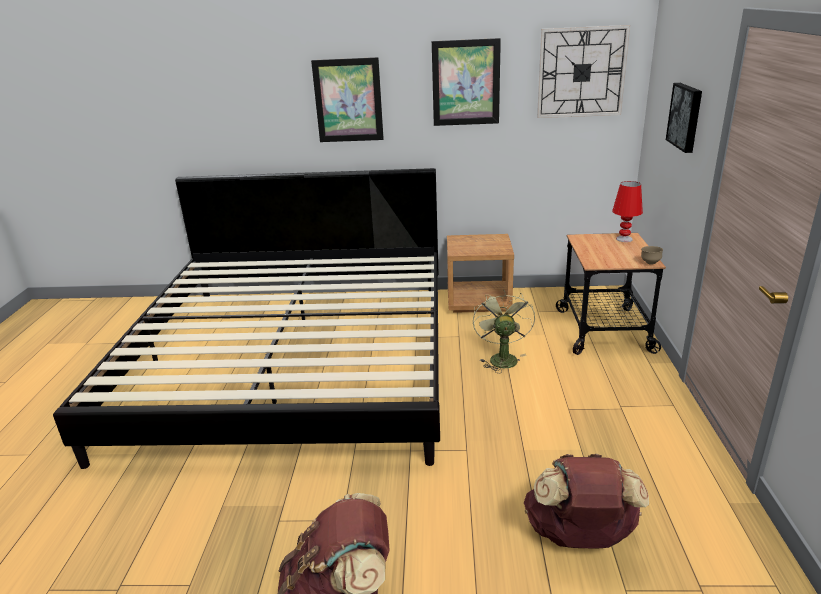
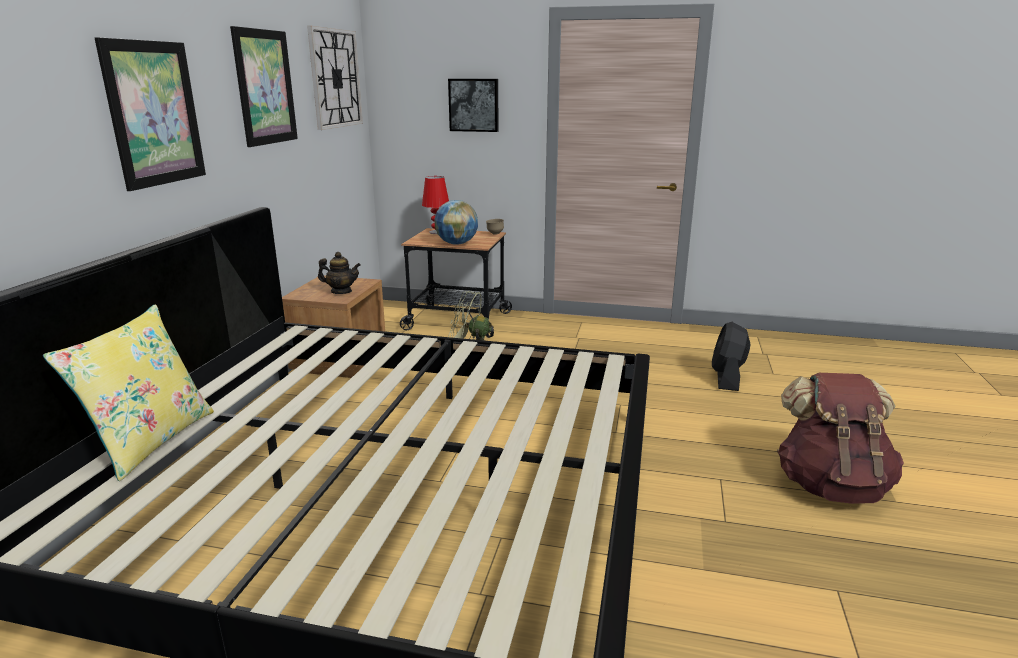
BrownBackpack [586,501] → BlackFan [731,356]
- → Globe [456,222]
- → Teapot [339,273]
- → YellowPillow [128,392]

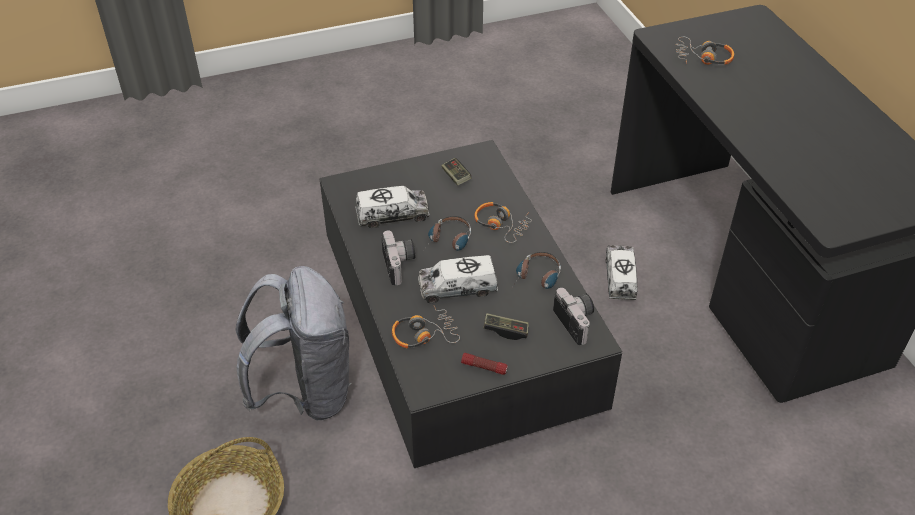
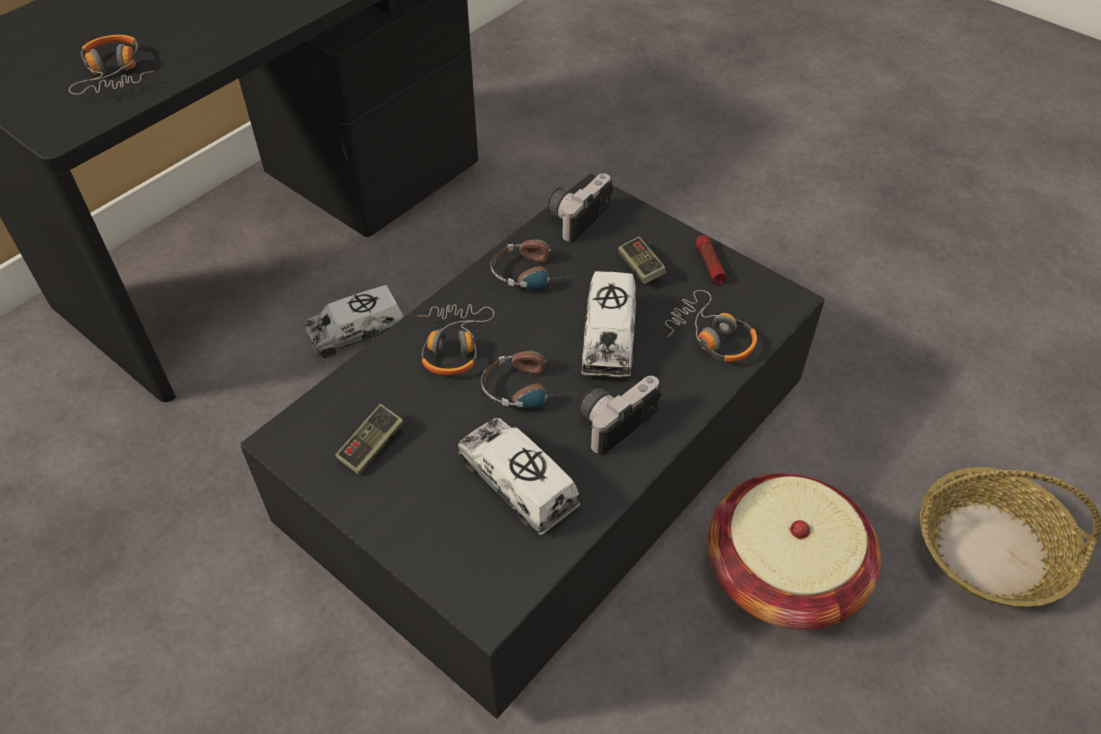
ToyTruck [458,279] → ToyTruck [608,324], 45 degrees clockwise
GreyBackpack [293,343] → Basket [794,551]

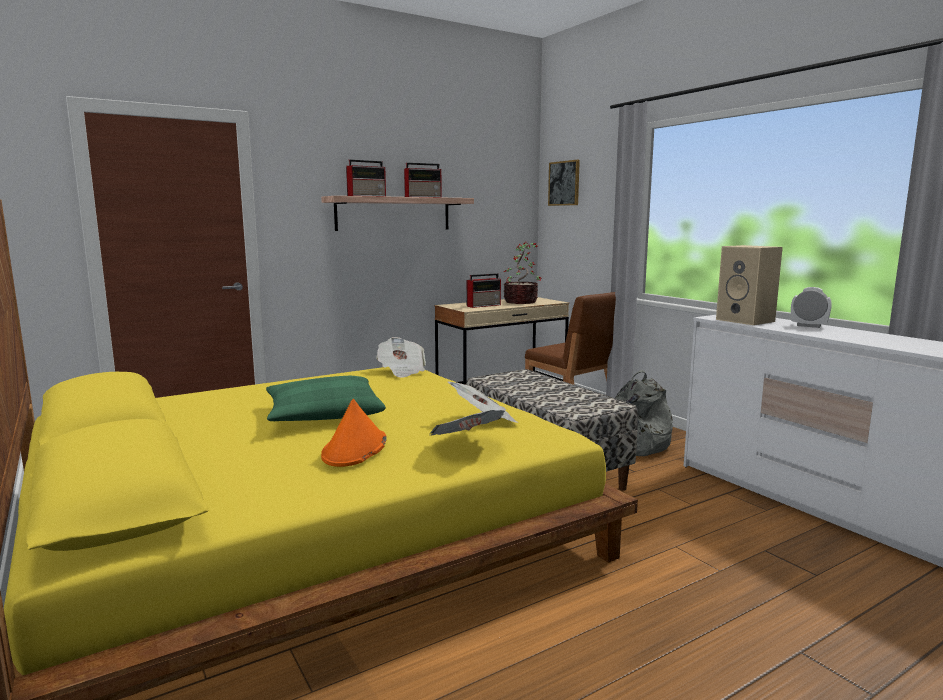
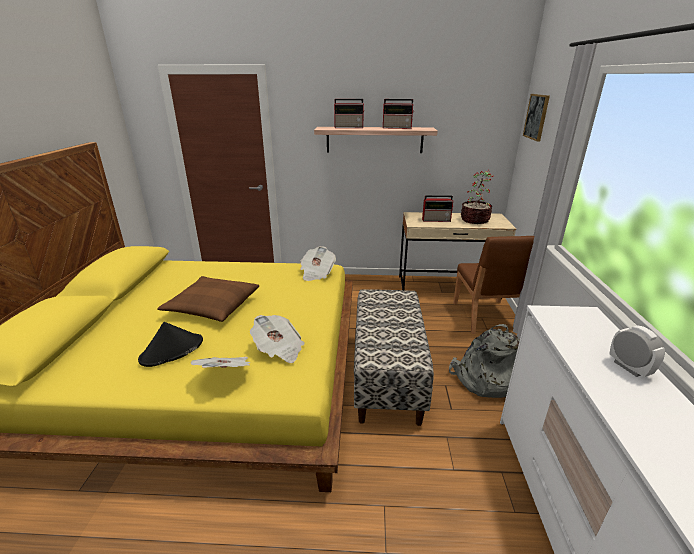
BeigeSpeaker [749,285] → -
GreenPillow [326,398] → BrownPillow [208,299]
OrangeHat [354,433] → BlackHat [170,344]

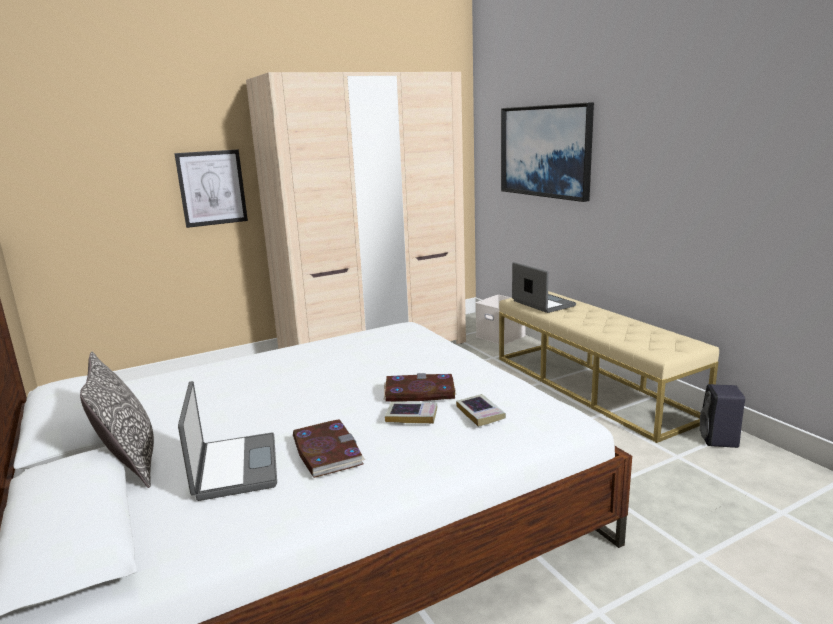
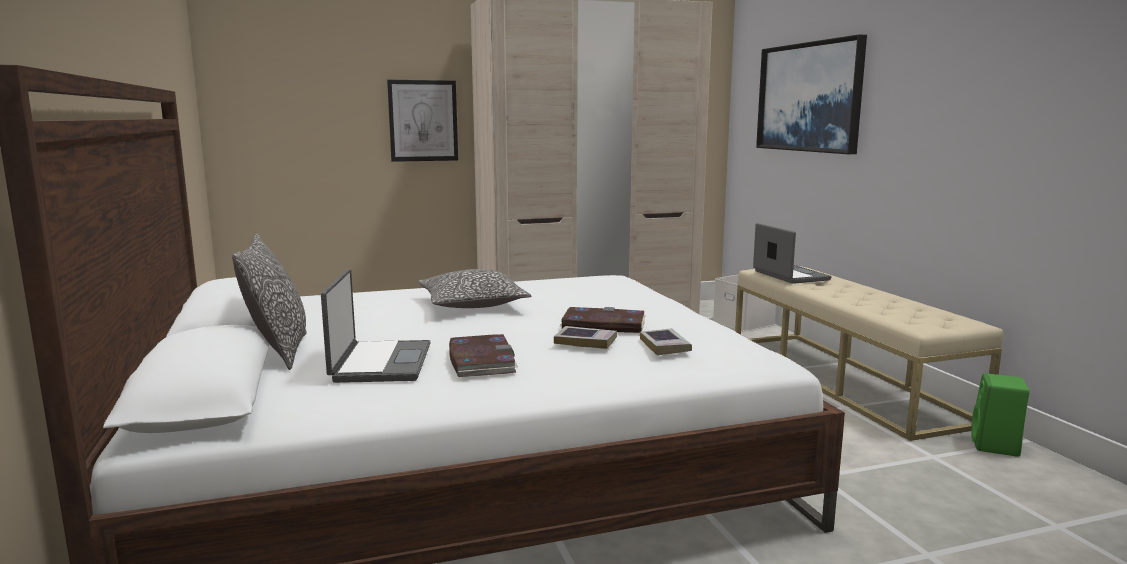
BlackSpeaker [722,416] → GreenSpeaker [1000,415]
- → Pillow [475,288]

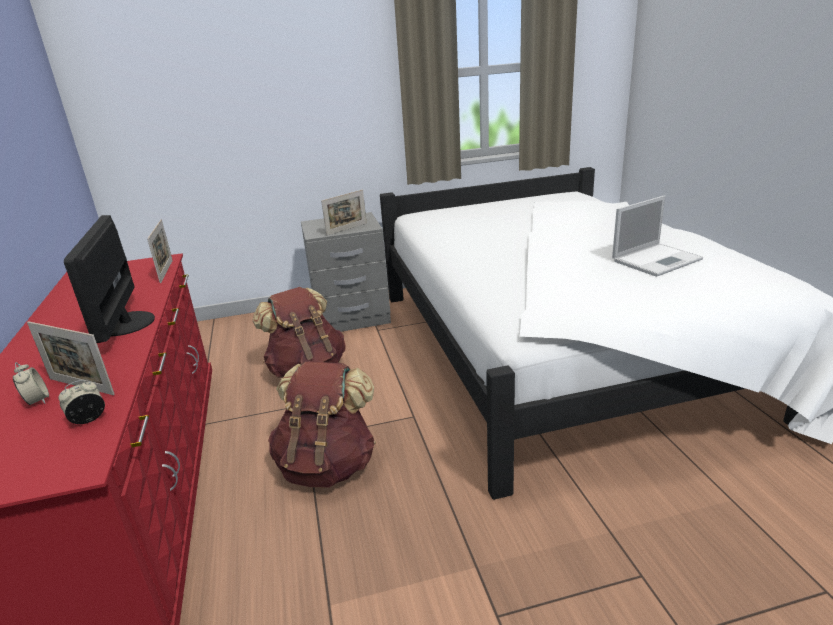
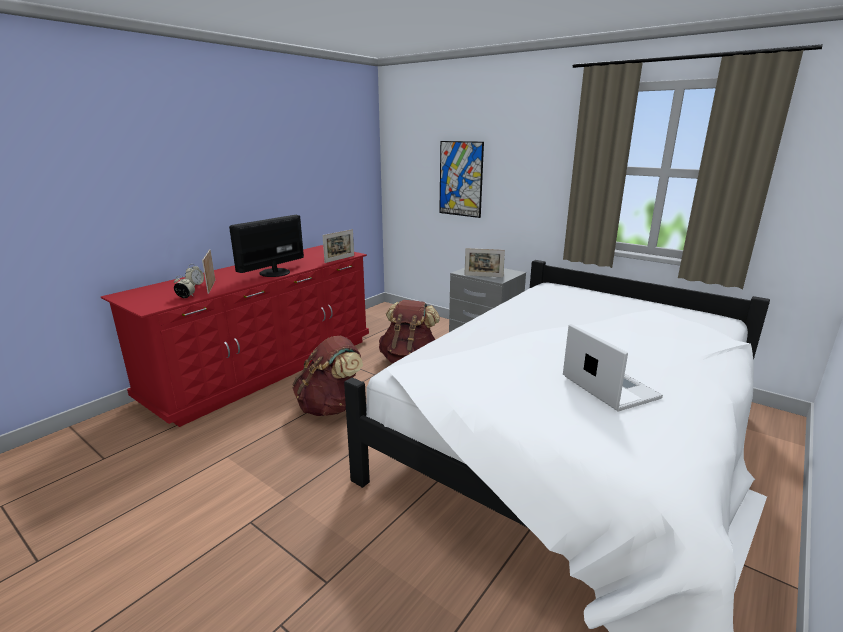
Laptop [657,236] → Laptop [613,368], 135 degrees counterclockwise
- → Picture [461,179]

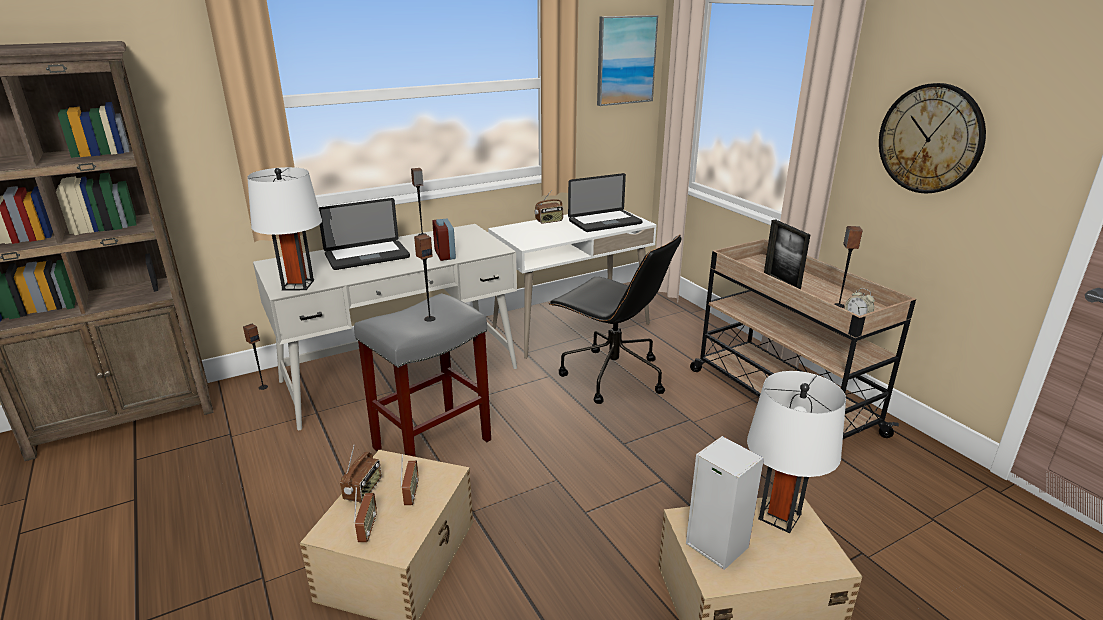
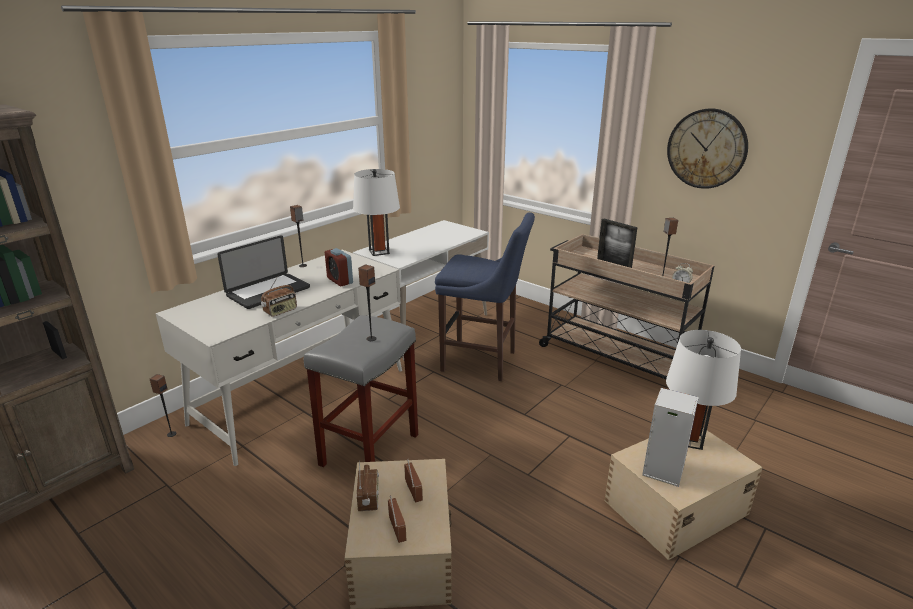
Picture [627,60] → -
WhiteTableLamp [284,228] → WhiteTableLamp [376,212], relocated
Laptop [605,202] → -
Radio [548,207] → Radio [279,296], relocated
BlackOfficeChair [615,319] → BlueStool [485,296]

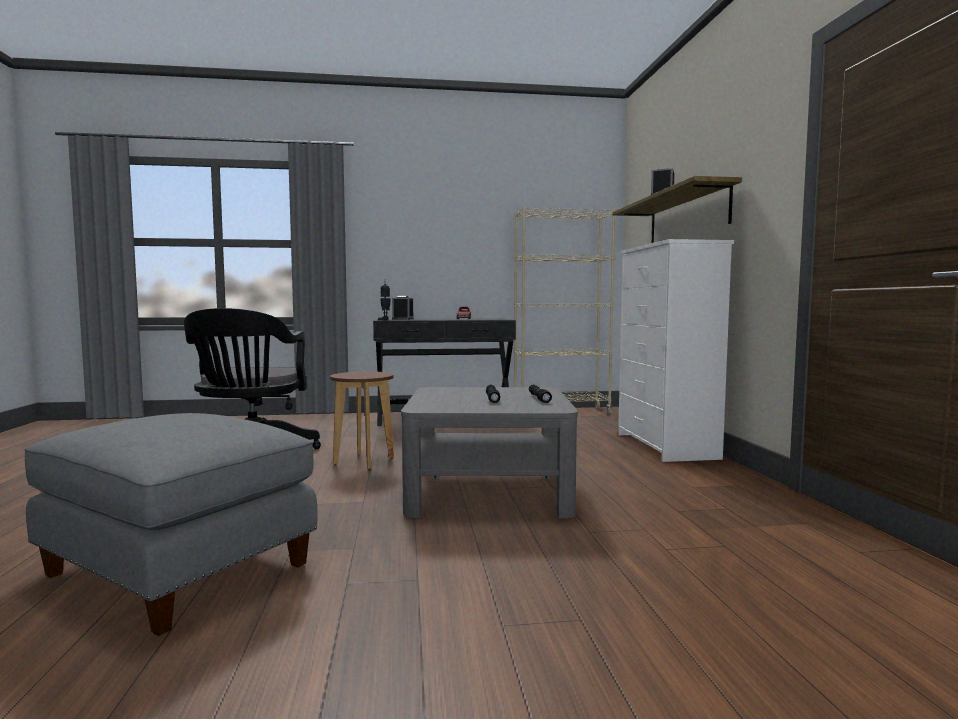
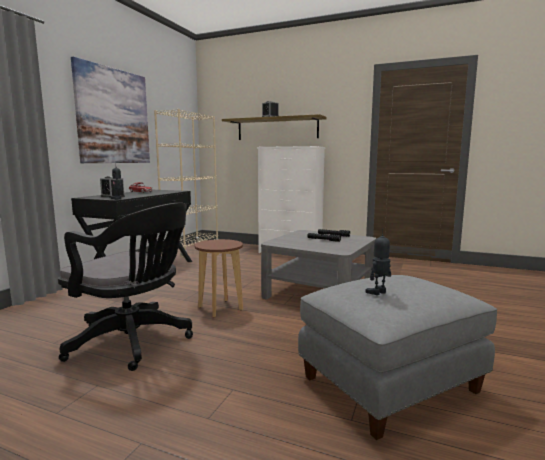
- → Picture [110,110]
- → ToyRobot [378,261]

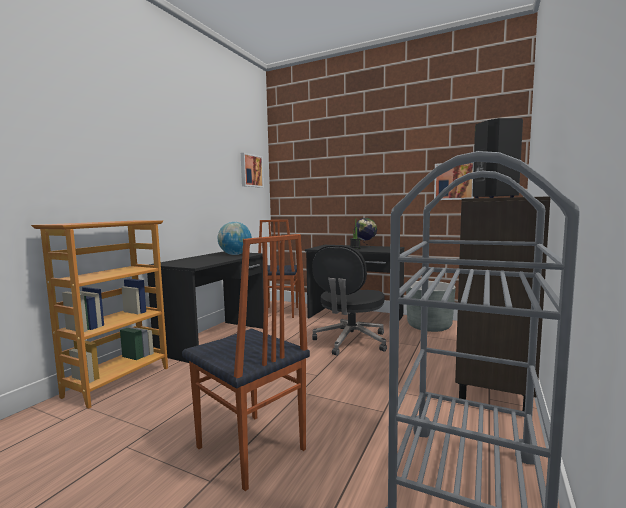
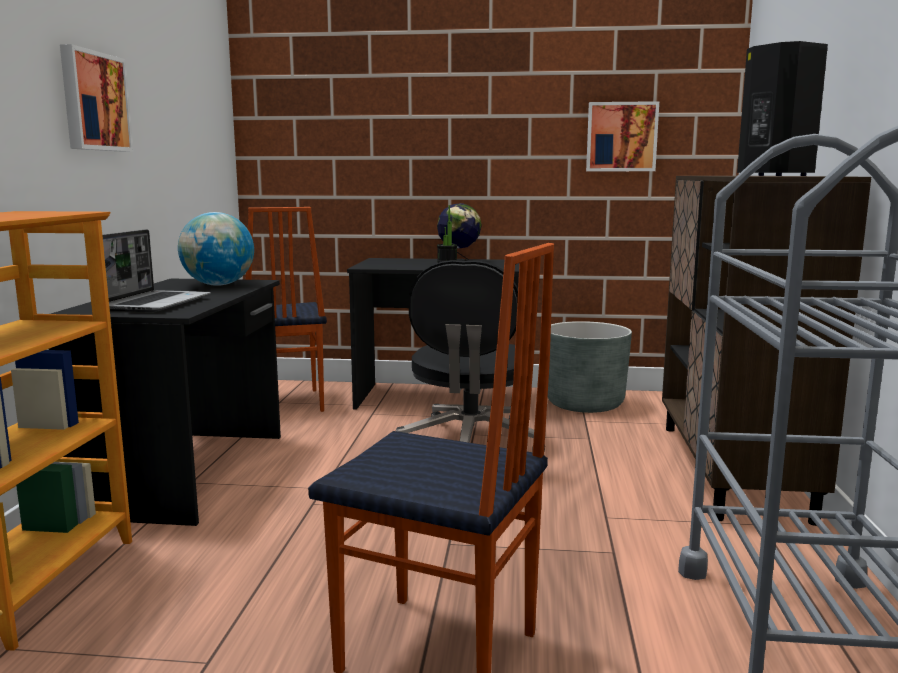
Picture [252,170] → Picture [97,98], relocated
- → Laptop [156,270]

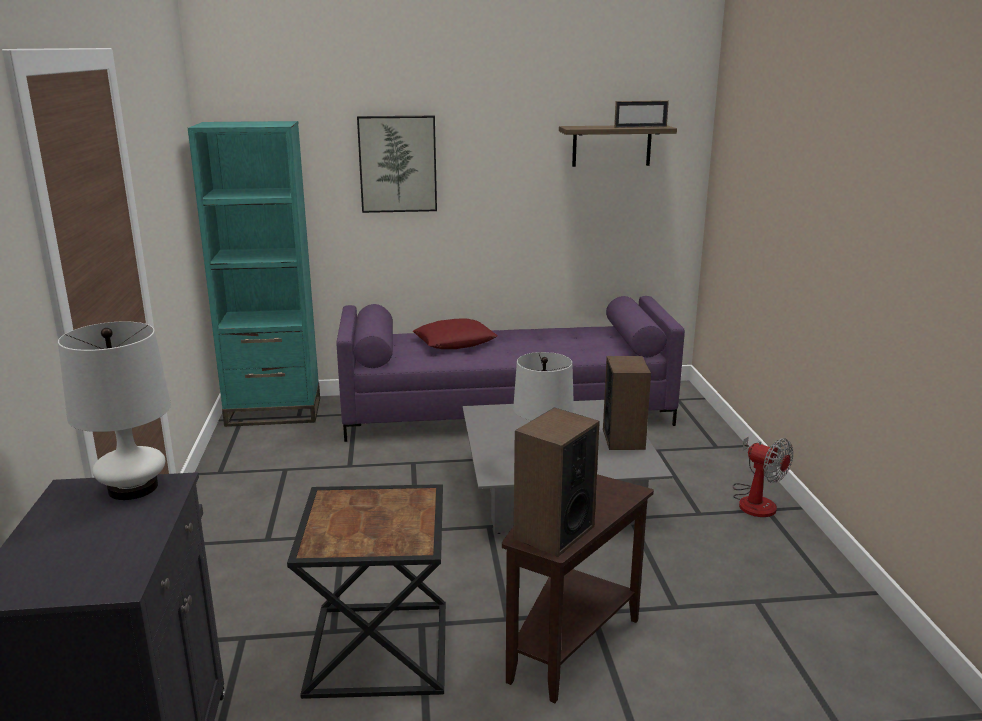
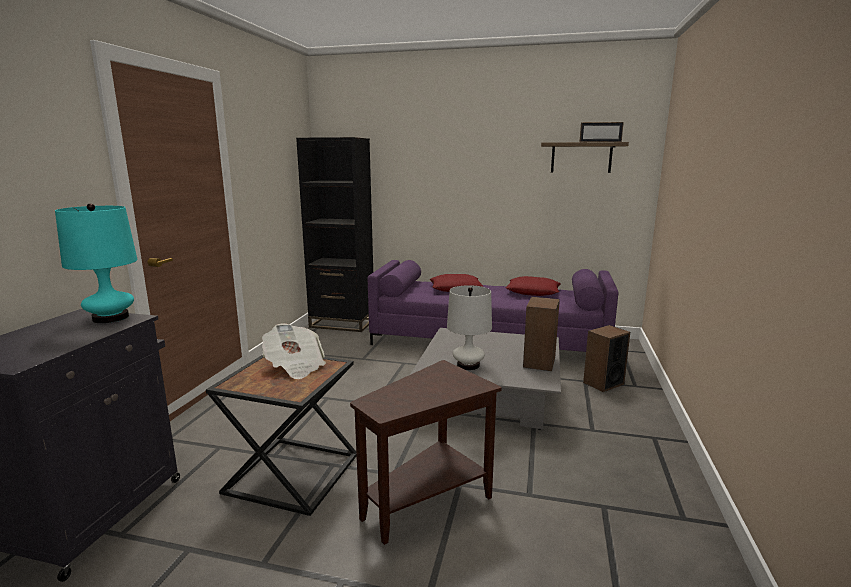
Picture [397,164] → -
TurquoiseBookcase [254,274] → BlackBookcase [334,234]
WhiteTableLamp [114,411] → TurquoiseTableLamp [96,263]
Speaker [557,482] → Speaker [606,358], relocated
Fan [763,477] → -
- → RedPillow [533,286]
- → Newspaper [294,351]

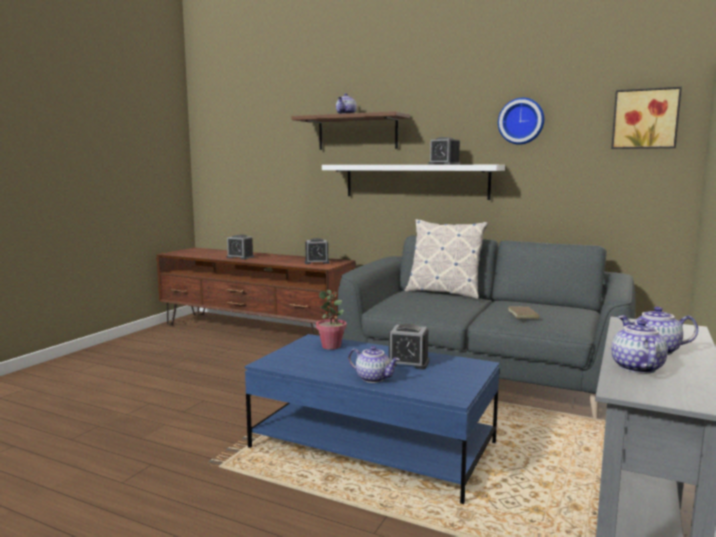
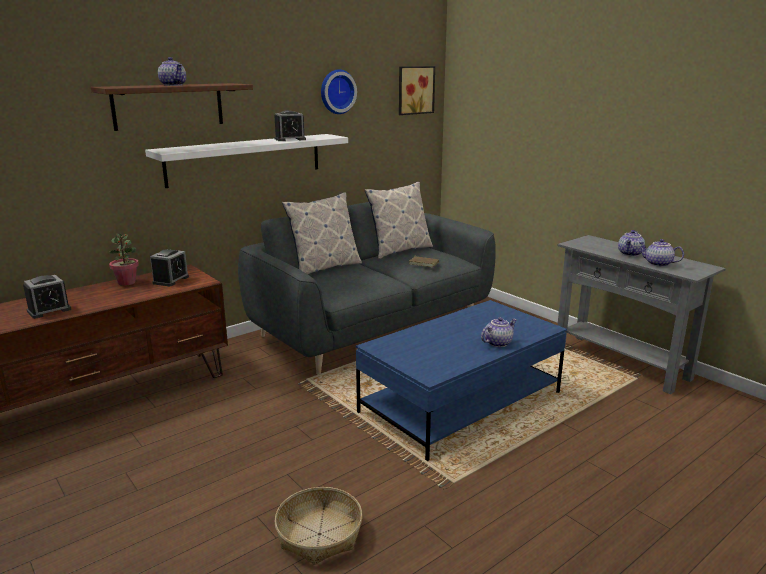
PottedPlant [331,320] → PottedPlant [124,259], relocated
AlarmClock [409,347] → -
- → Pillow [399,220]
- → Basket [318,526]

